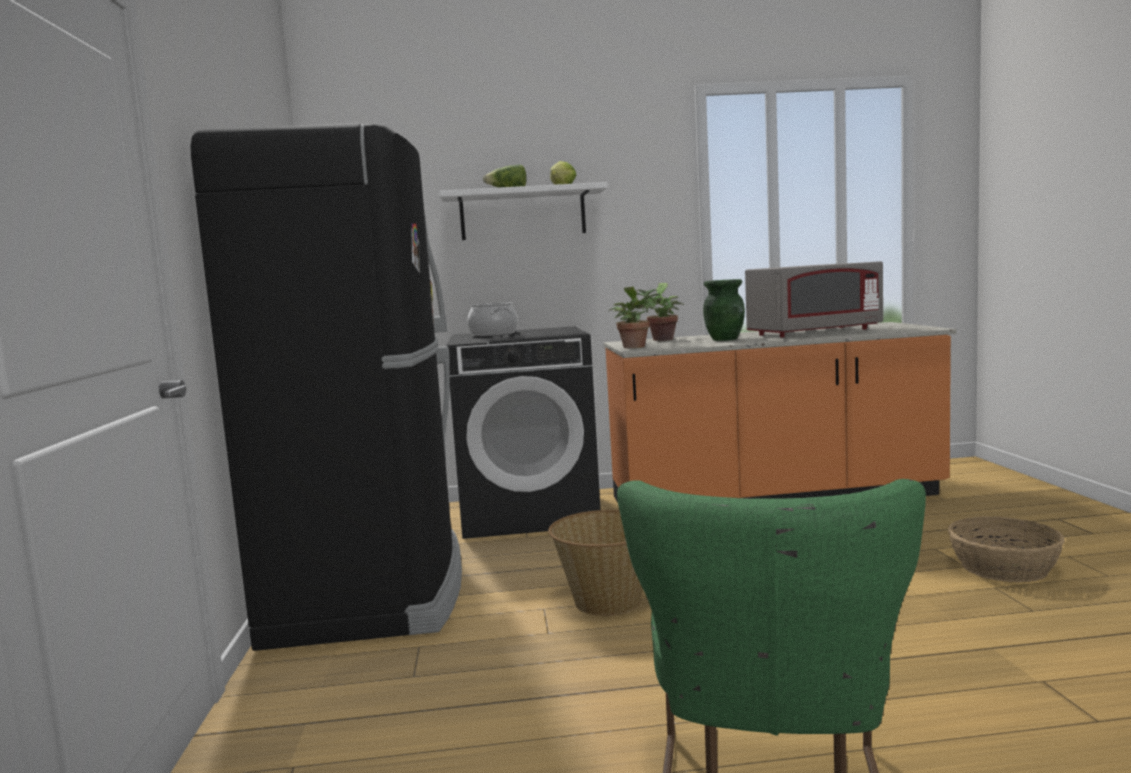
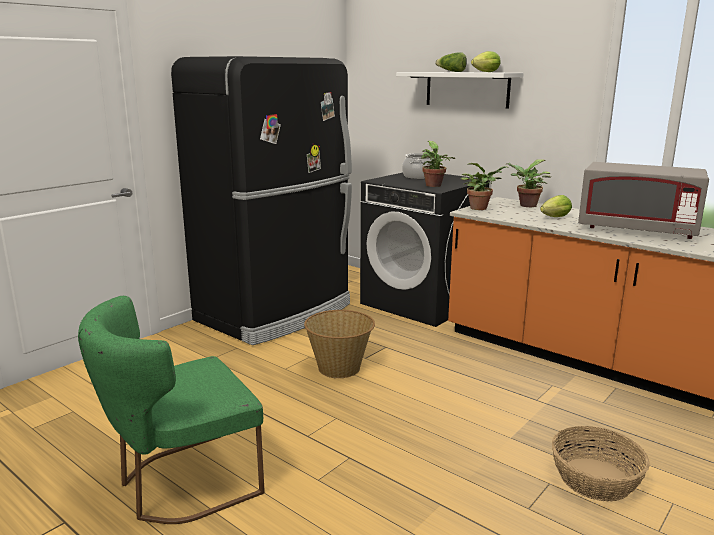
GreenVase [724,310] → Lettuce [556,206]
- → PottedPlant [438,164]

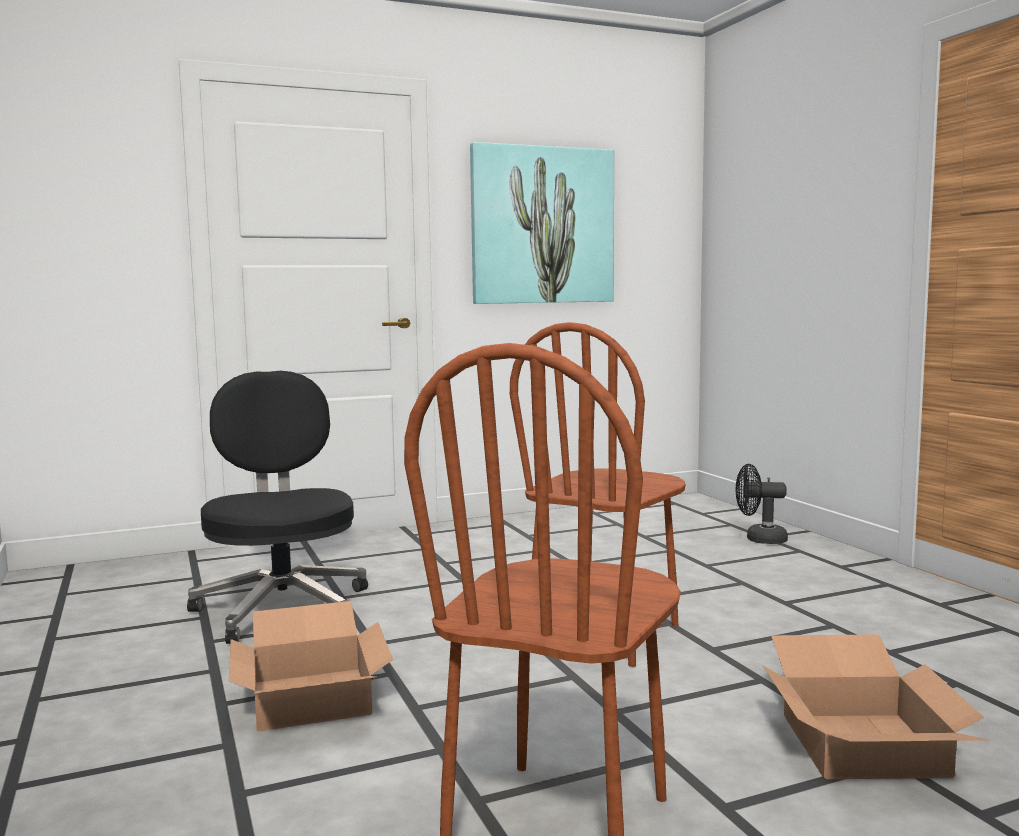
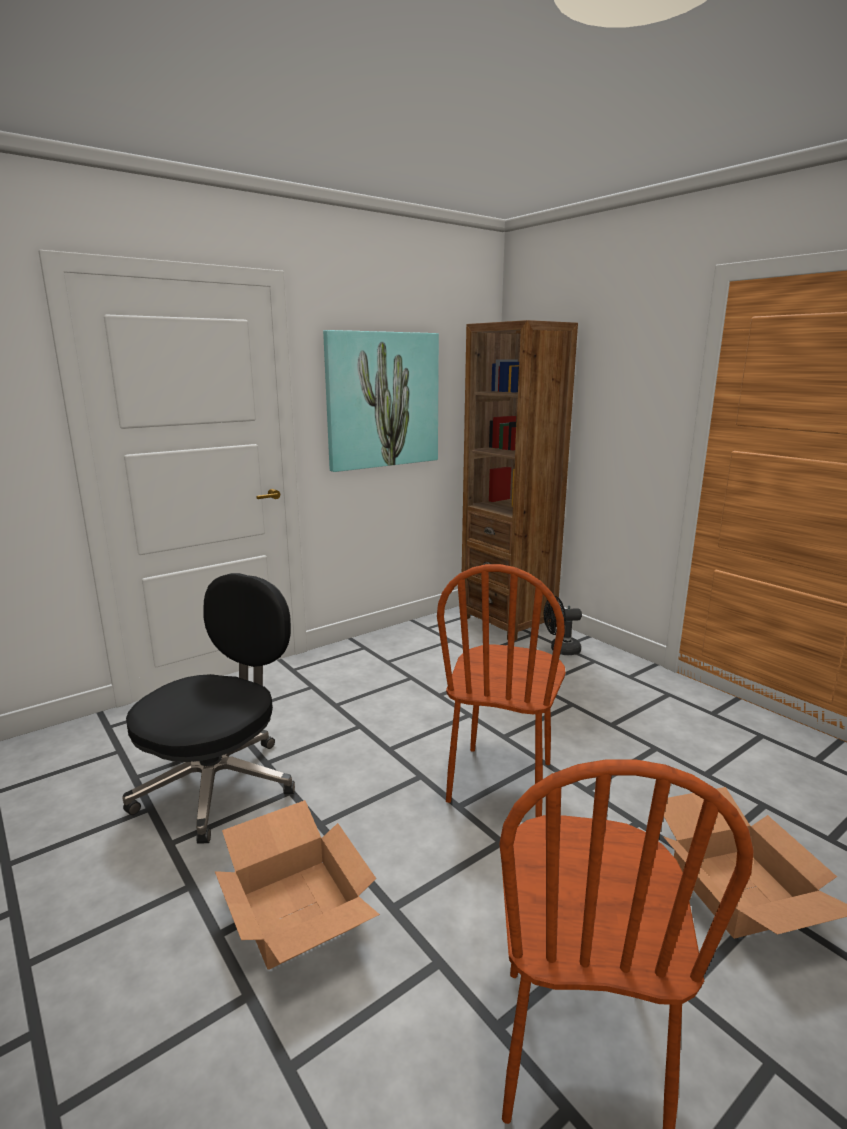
BlackOfficeChair [277,507] → BlackOfficeChair [208,708], 60 degrees clockwise
- → BrownBookcase [520,480]

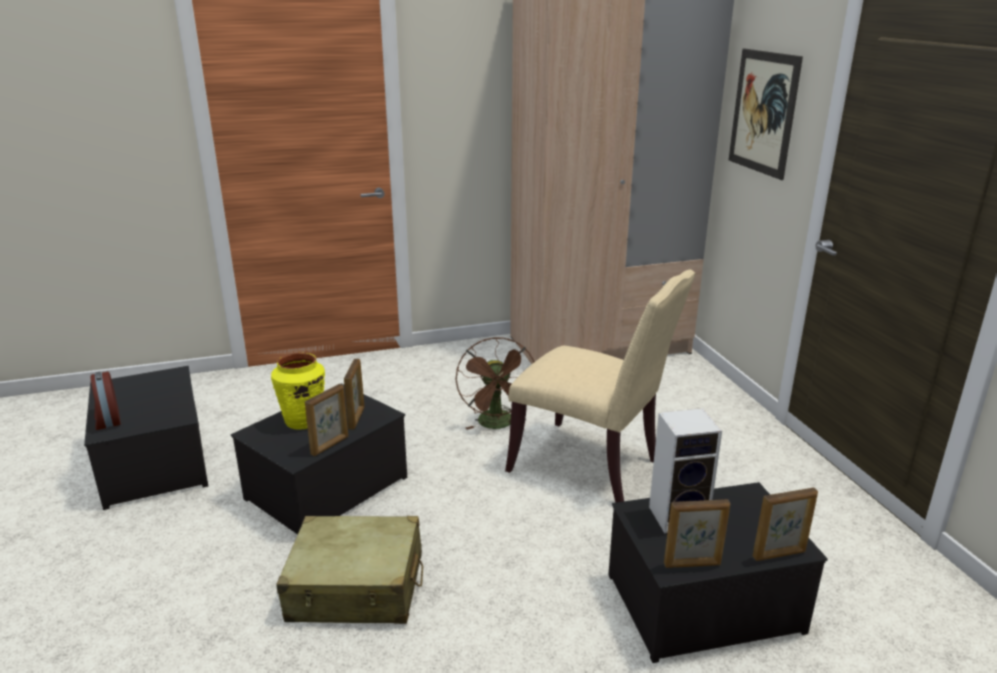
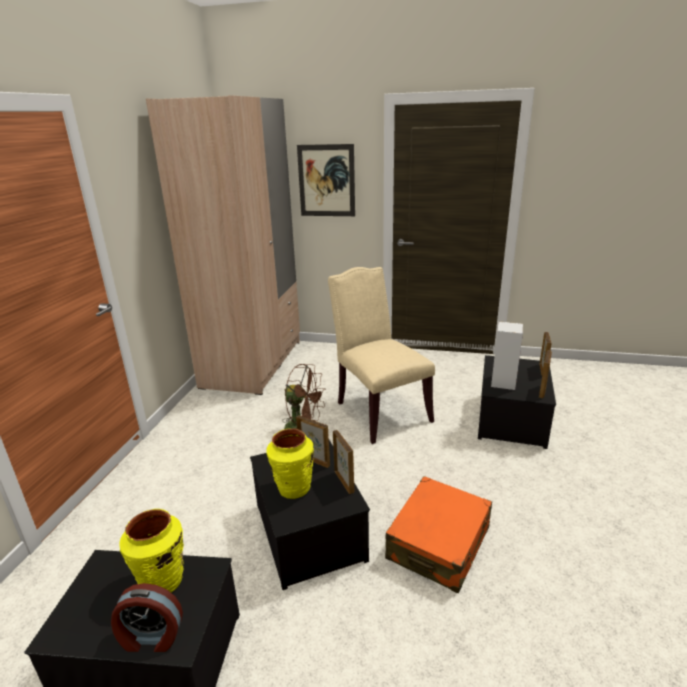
BeigeChair [600,386] → BeigeChair [381,355], 90 degrees counterclockwise
BeigeSuitcase [349,570] → OrangeSuitcase [438,534]
- → YellowVase [151,550]

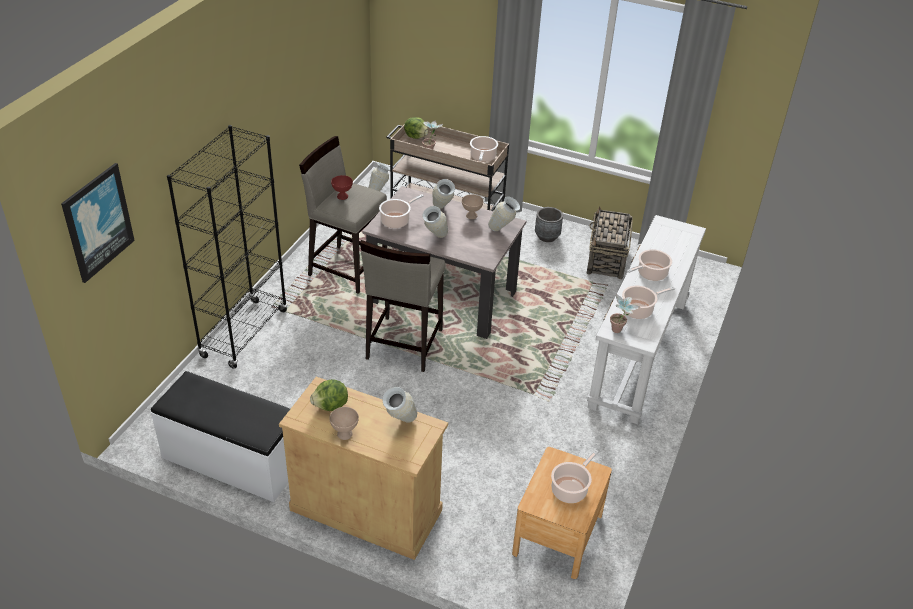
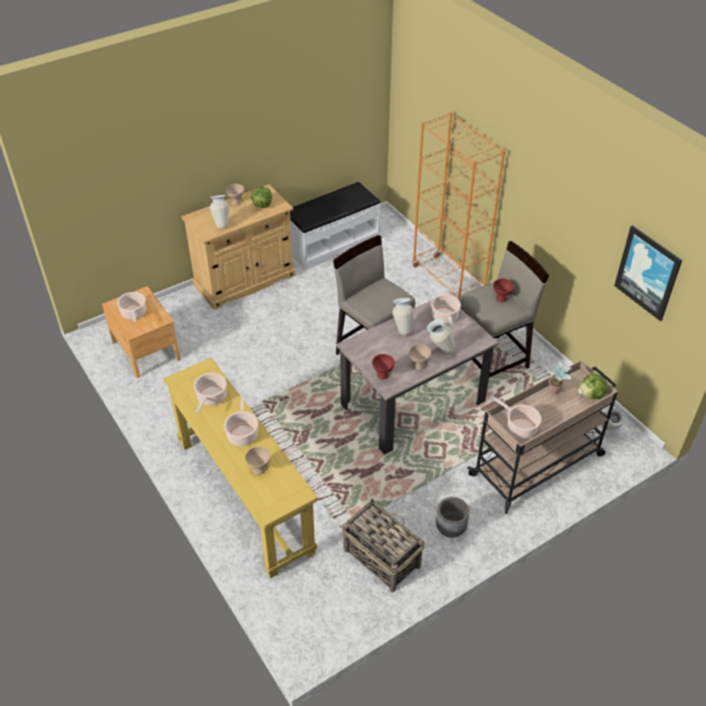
BlackBookcase [227,247] → OrangeBookcase [458,205]
Picture [98,223] → Picture [648,273], relocated
Vase [504,213] → RedBowl [383,366]
WhiteConsoleTable [646,319] → YellowConsoleTable [241,468]
PottedPlant [625,313] → -
- → BeigeBowl [257,461]

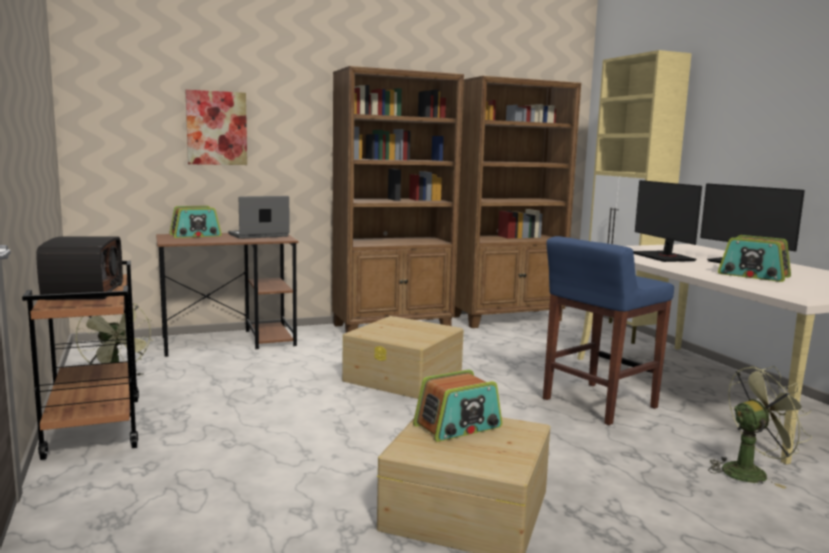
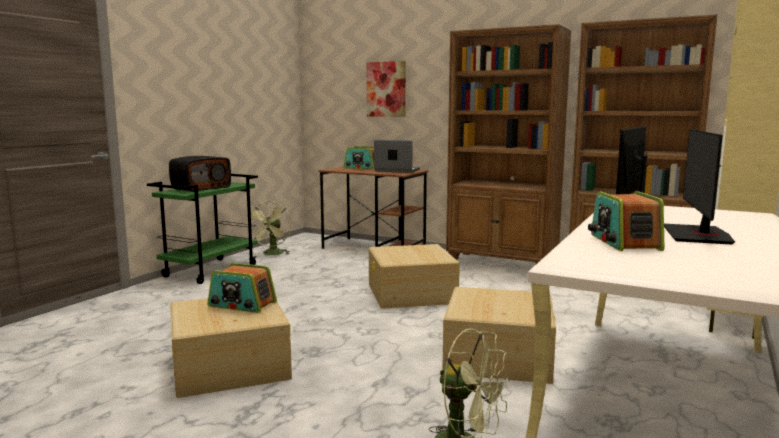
BlueStool [608,330] → BeigeStorageBox [499,335]
BrownCart [80,360] → GreenCart [202,229]

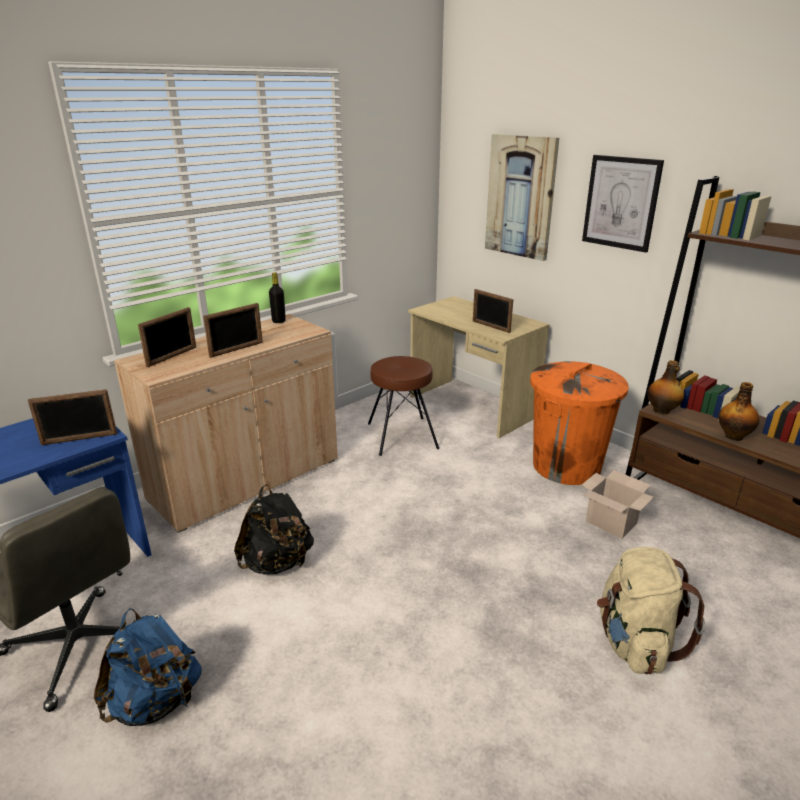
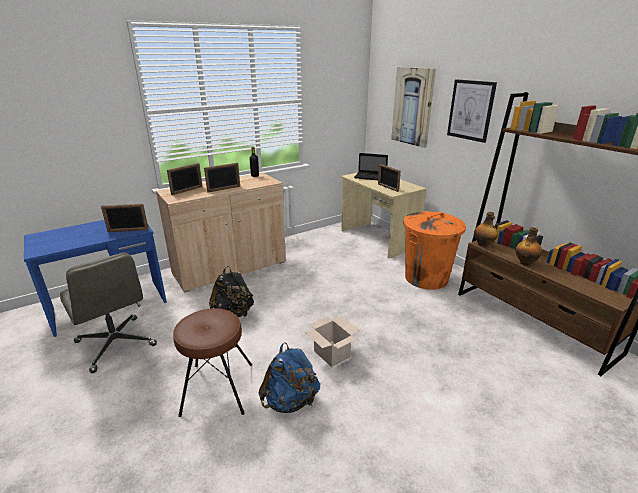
BrownStool [403,406] → BrownStool [212,362], relocated
CardboardBox [618,504] → CardboardBox [332,341], relocated
BeigeBackpack [651,610] → -
BlueBackpack [147,667] → BlueBackpack [289,377], relocated
- → Laptop [371,166]

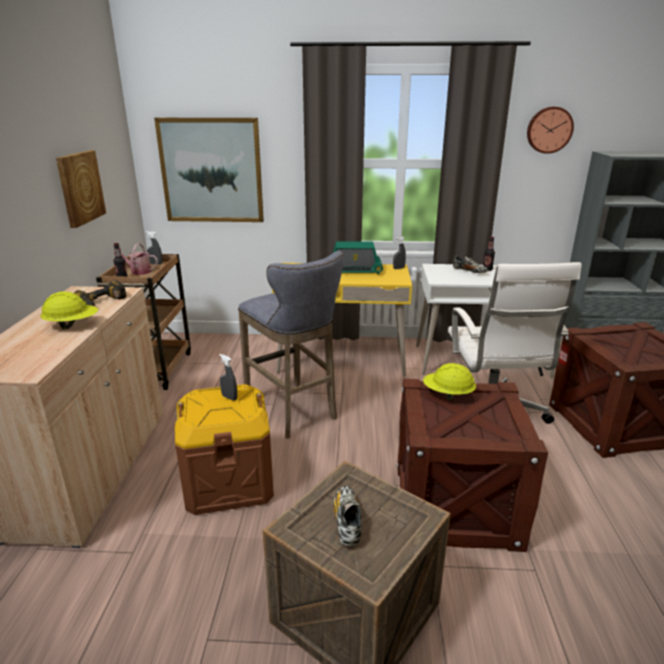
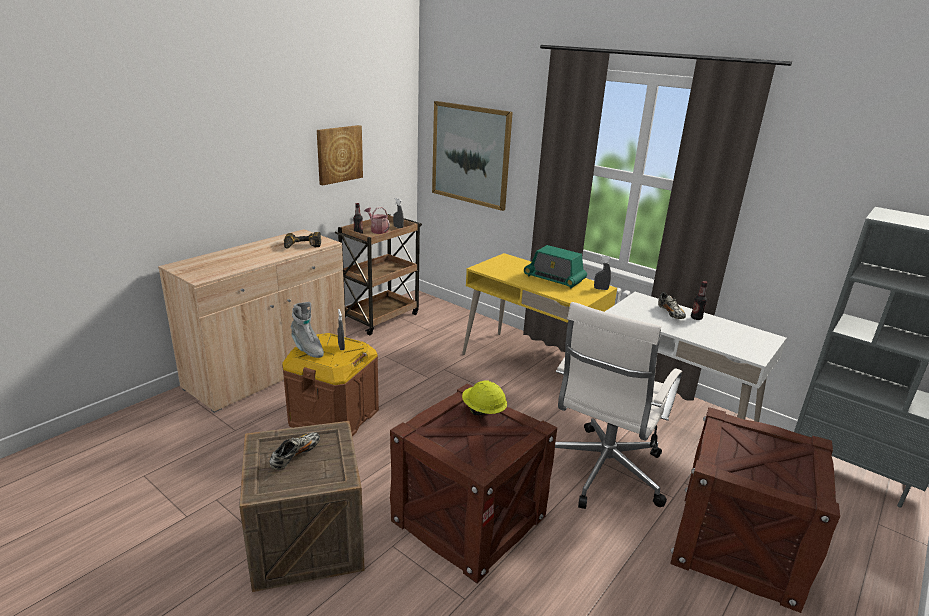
WallClock [550,130] → -
GreyStool [291,345] → -
YellowHardHat [69,310] → -
- → GreyBoot [307,330]

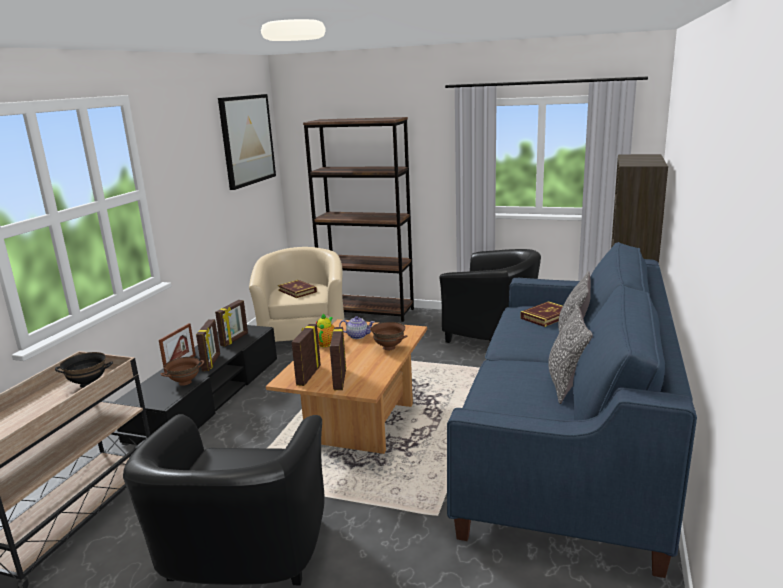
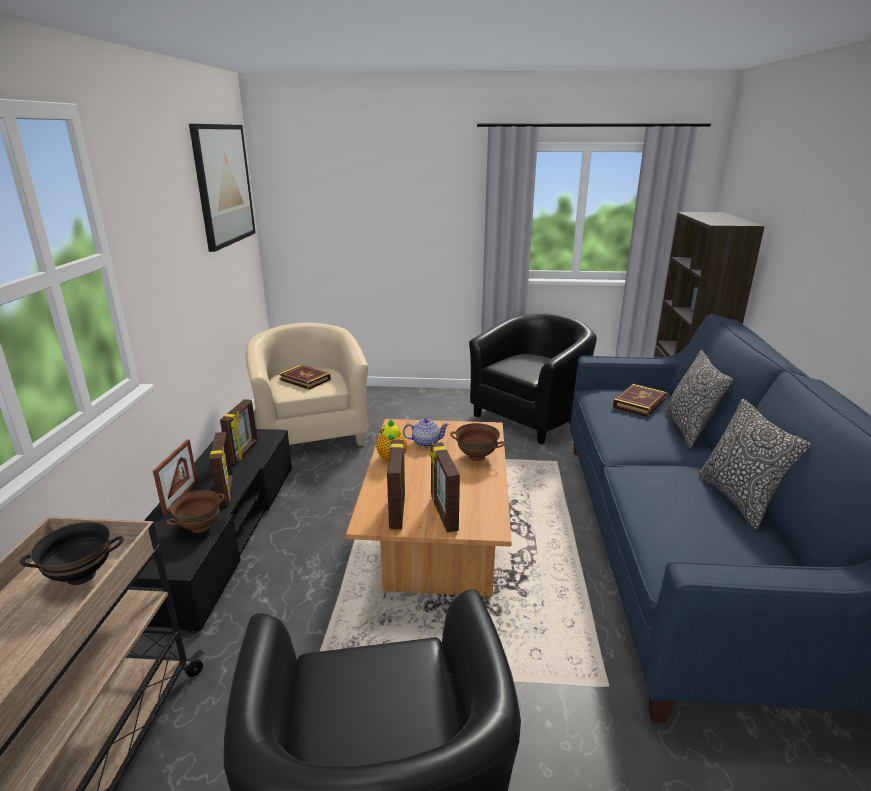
BrownBookcase [358,219] → -
BlackArmchair [490,296] → BlackArmchair [533,378], 60 degrees counterclockwise

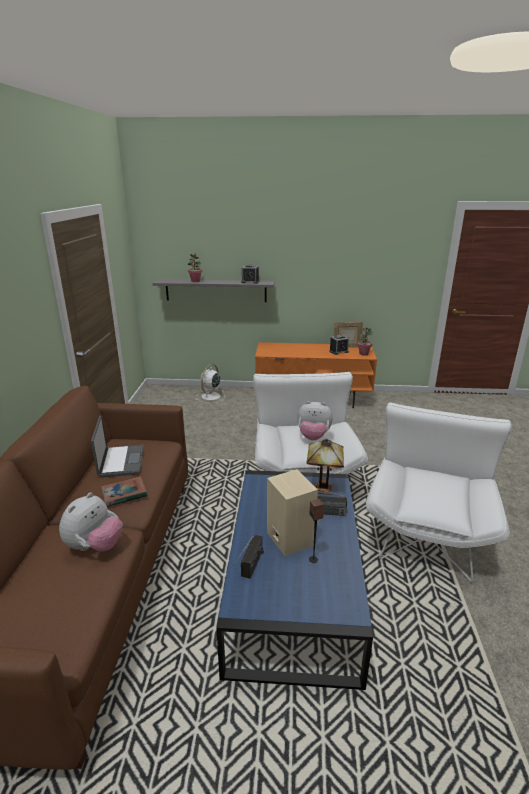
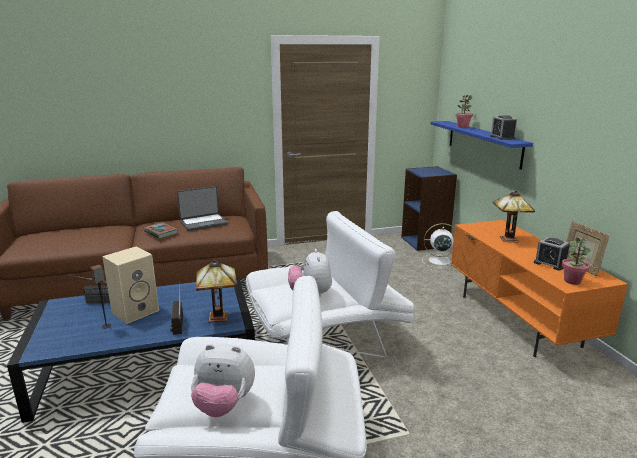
GreyShelf [214,290] → BlueShelf [482,145]
PlushToy [91,522] → PlushToy [223,380], relocated
- → BlueBookcase [429,208]
- → TableLamp [514,217]

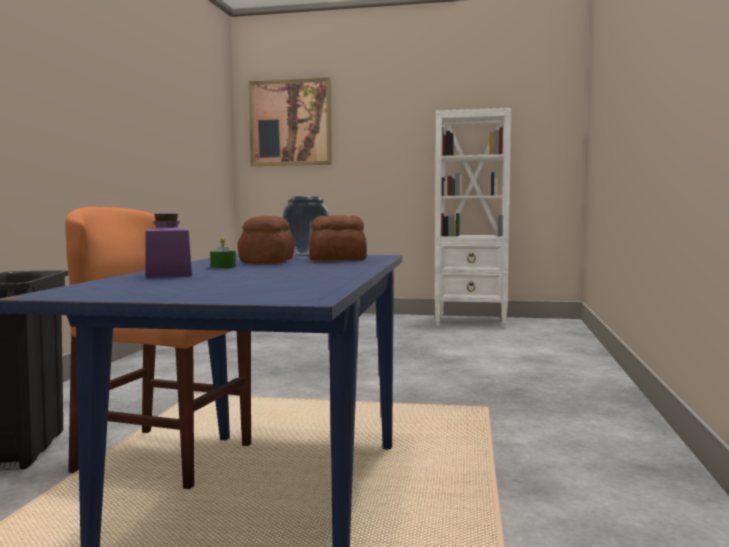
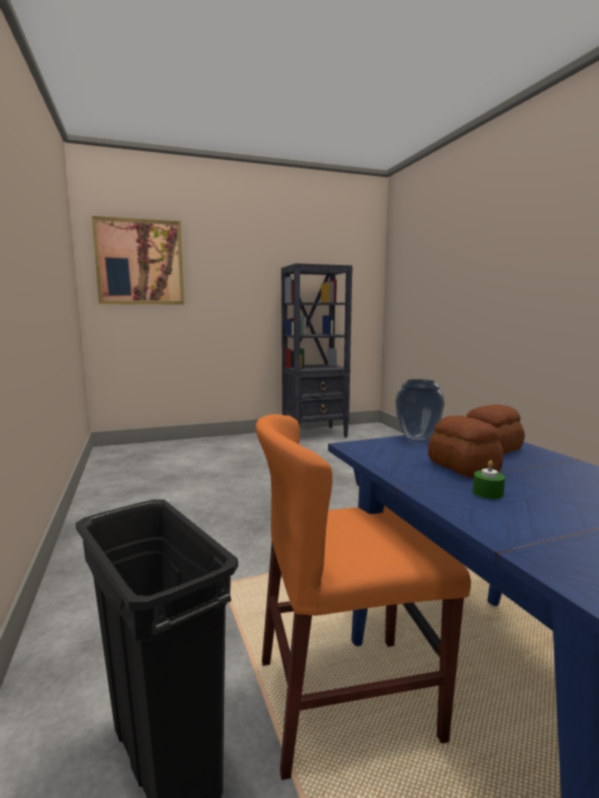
WhiteBookcase [473,217] → BlackBookcase [317,350]
PurpleJar [168,246] → -

